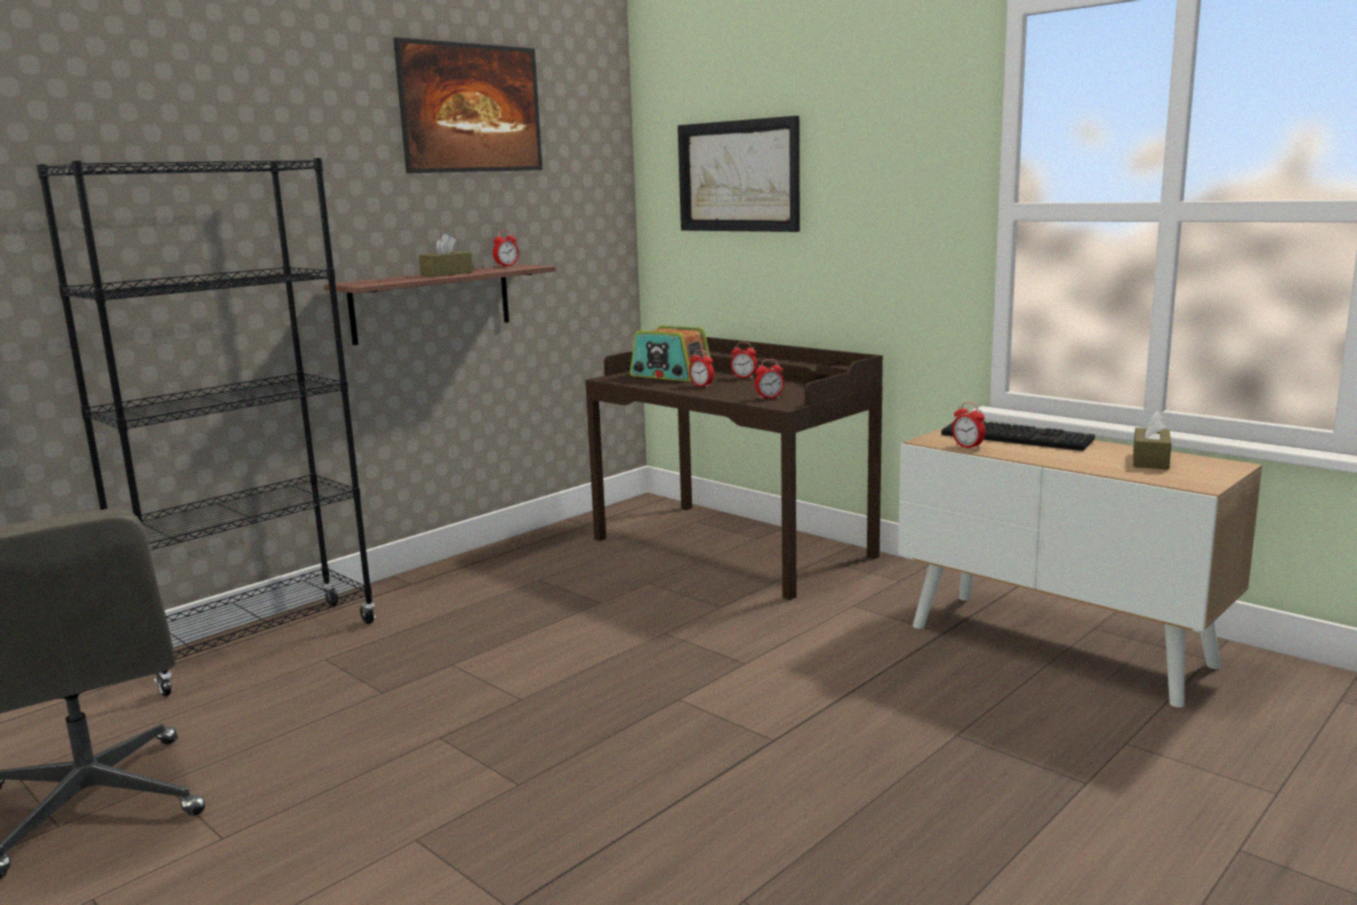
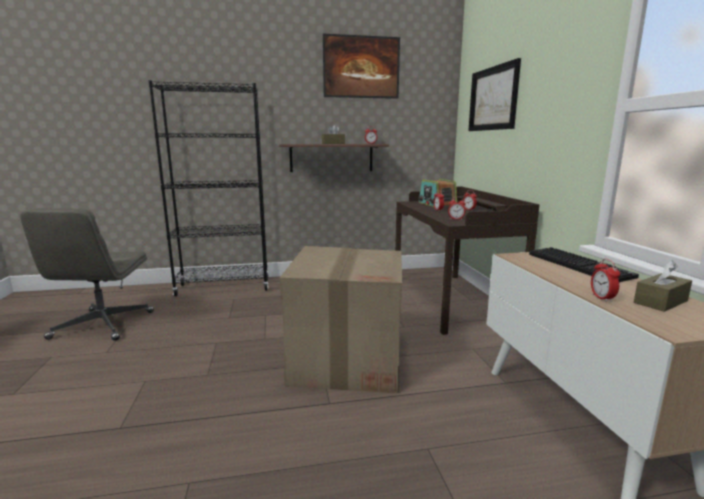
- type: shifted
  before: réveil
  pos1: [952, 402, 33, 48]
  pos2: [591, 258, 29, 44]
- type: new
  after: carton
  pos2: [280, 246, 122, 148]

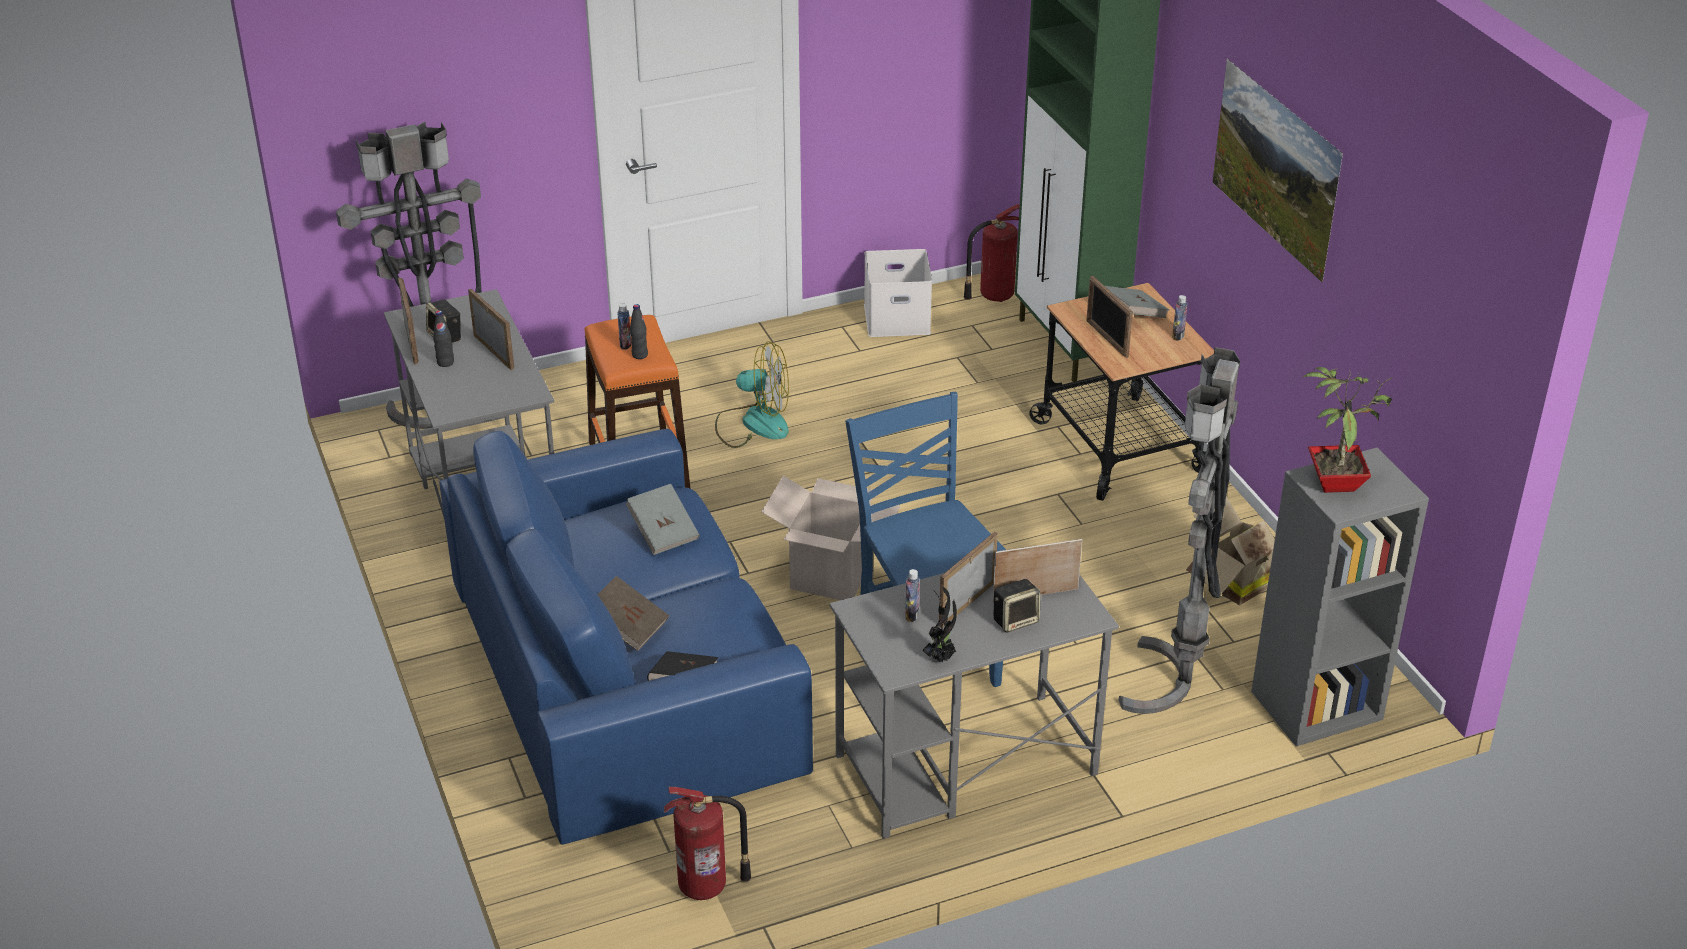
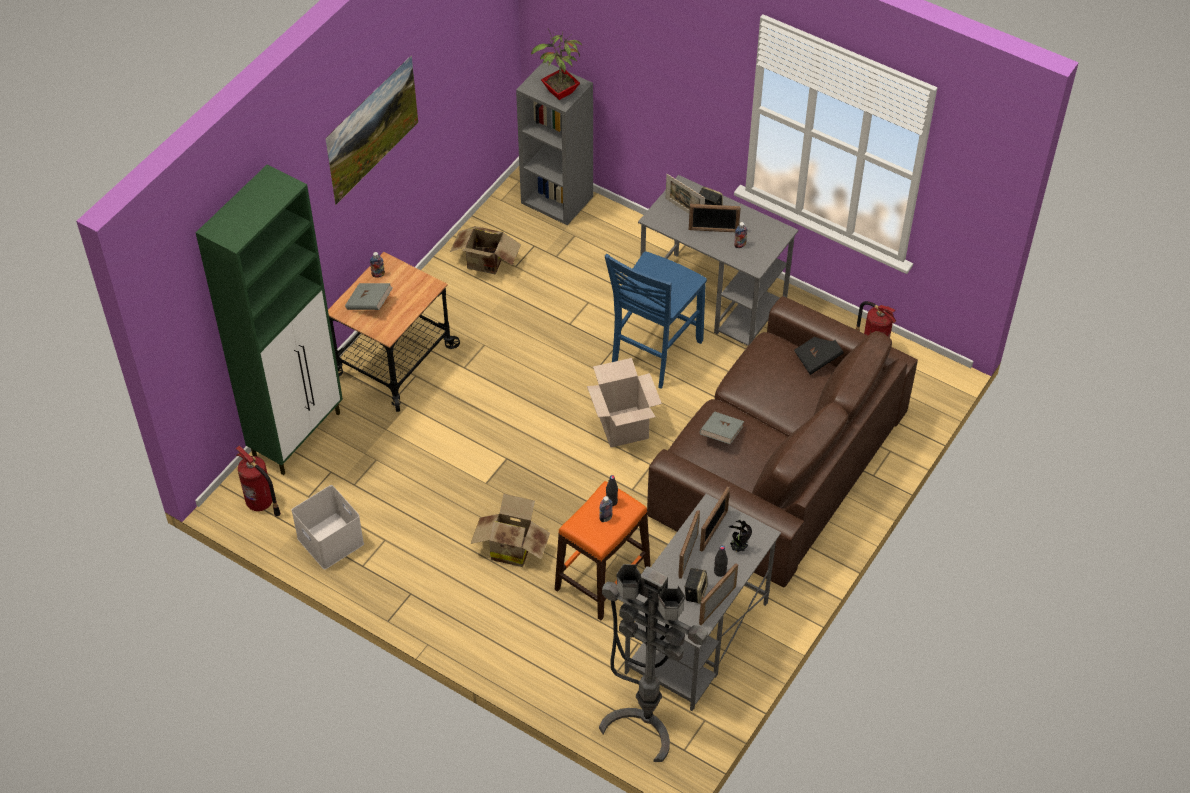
- type: repainted
  before: canapé (bleu)
  after: canapé (marron)
  pos1: [439, 429, 374, 416]
  pos2: [647, 296, 271, 292]
- type: gone
  before: livre (marron)
  pos1: [598, 576, 71, 75]
- type: swapped
  before: ventilateur
  after: carton
  pos1: [715, 341, 74, 107]
  pos2: [470, 494, 80, 73]
- type: shifted
  before: plante en pot
  pos1: [922, 587, 35, 75]
  pos2: [729, 520, 23, 32]
- type: shifted
  before: cadre photo
  pos1: [1086, 276, 47, 82]
  pos2: [700, 487, 30, 65]
- type: gone
  before: lampadaire (gris)
  pos1: [1118, 347, 122, 367]

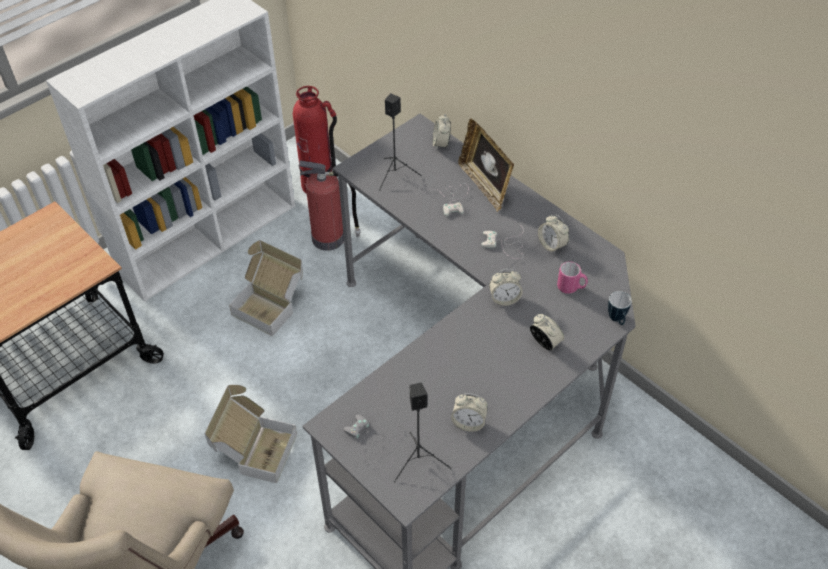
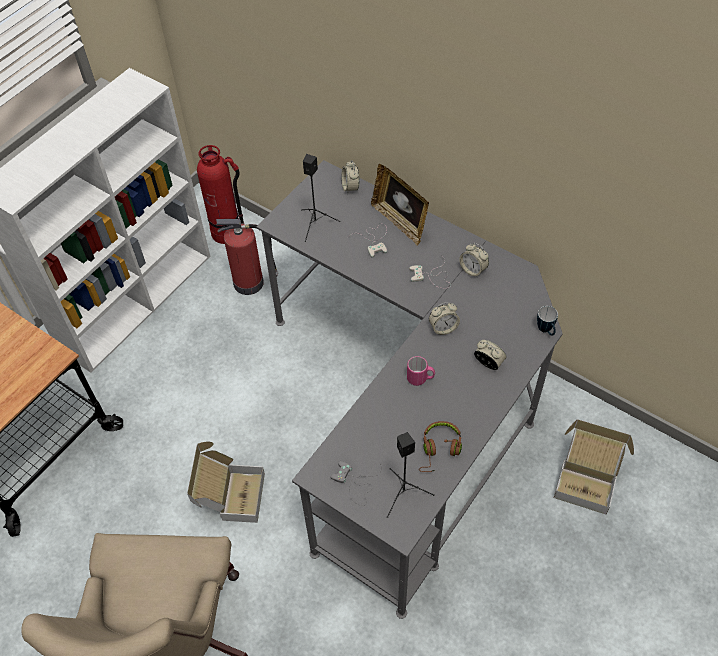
- type: shifted
  before: carton
  pos1: [229, 240, 74, 96]
  pos2: [554, 419, 80, 96]
- type: swapped
  before: réveil
  after: casque audio (marron)
  pos1: [451, 393, 37, 39]
  pos2: [419, 421, 43, 51]
- type: shifted
  before: mug (rose)
  pos1: [557, 261, 31, 33]
  pos2: [407, 356, 28, 30]

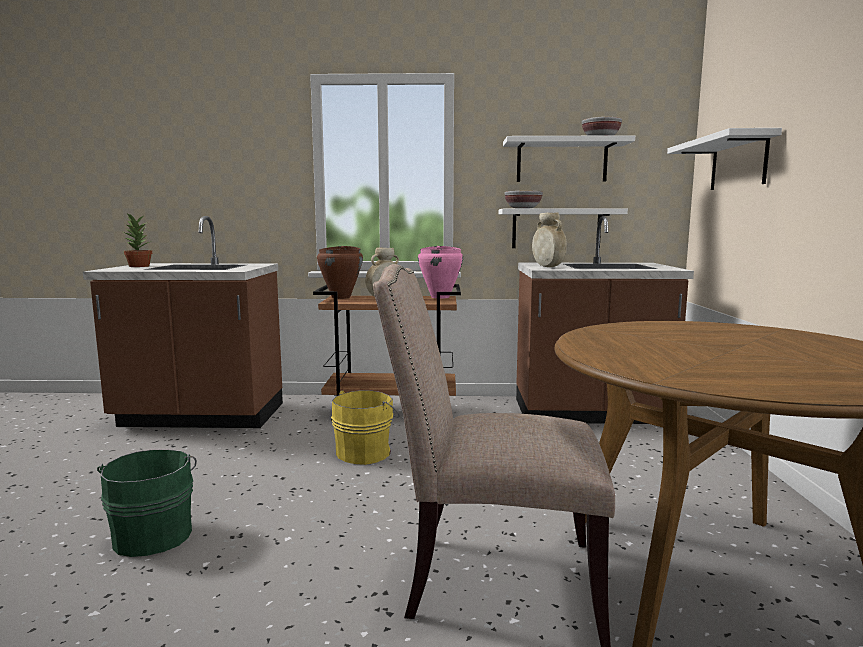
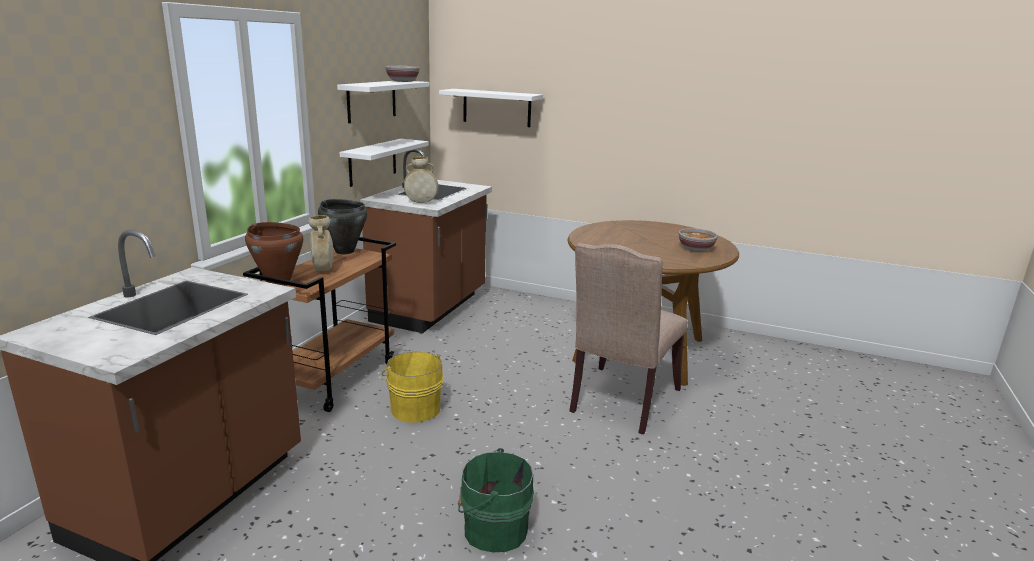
- type: gone
  before: plante en pot
  pos1: [124, 212, 28, 55]
- type: repainted
  before: marmite (rose)
  after: marmite (noir)
  pos1: [418, 246, 45, 53]
  pos2: [318, 199, 49, 55]
- type: shifted
  before: bol
  pos1: [504, 191, 39, 18]
  pos2: [679, 228, 39, 24]

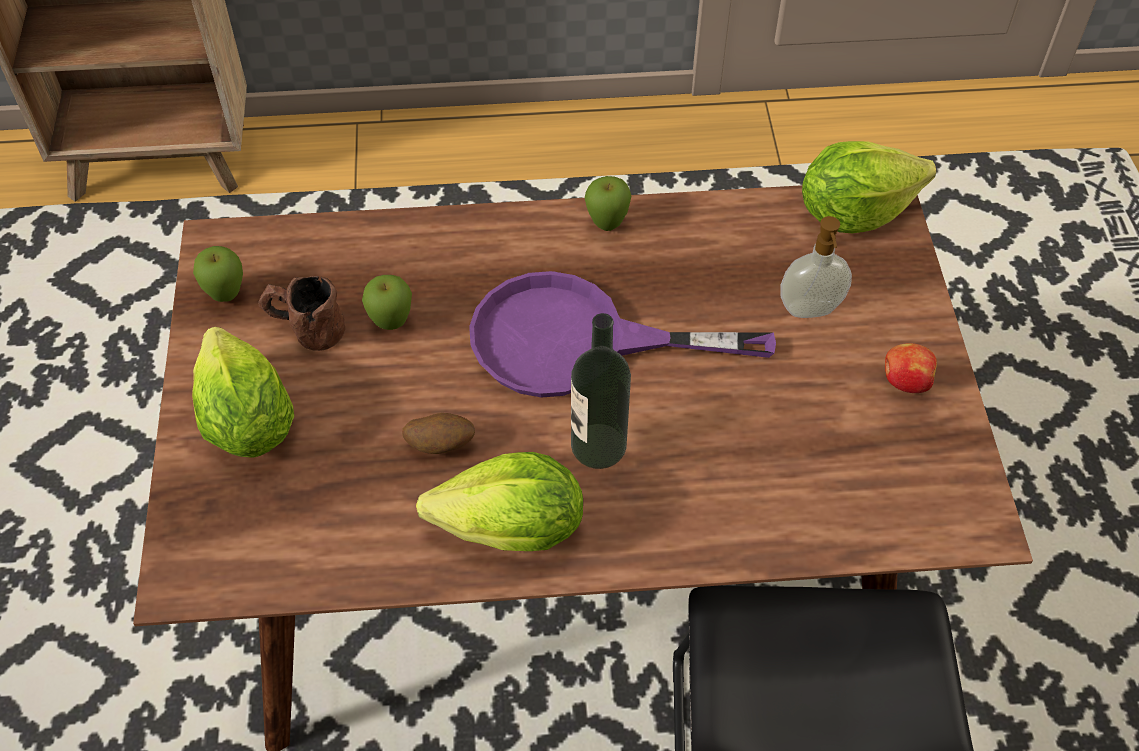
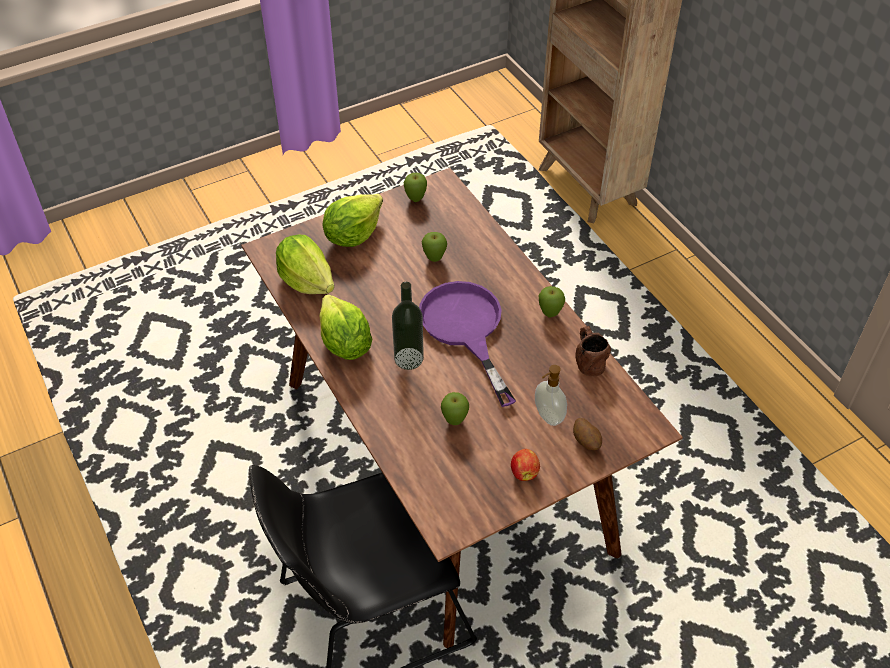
- type: shifted
  before: mug (marron)
  pos1: [258, 276, 87, 75]
  pos2: [575, 326, 36, 50]
- type: shifted
  before: pomme de terre
  pos1: [402, 413, 73, 41]
  pos2: [573, 418, 29, 32]
- type: shifted
  before: laitue
  pos1: [802, 141, 134, 92]
  pos2: [276, 235, 58, 59]
- type: new
  after: pomme
  pos2: [441, 392, 28, 33]

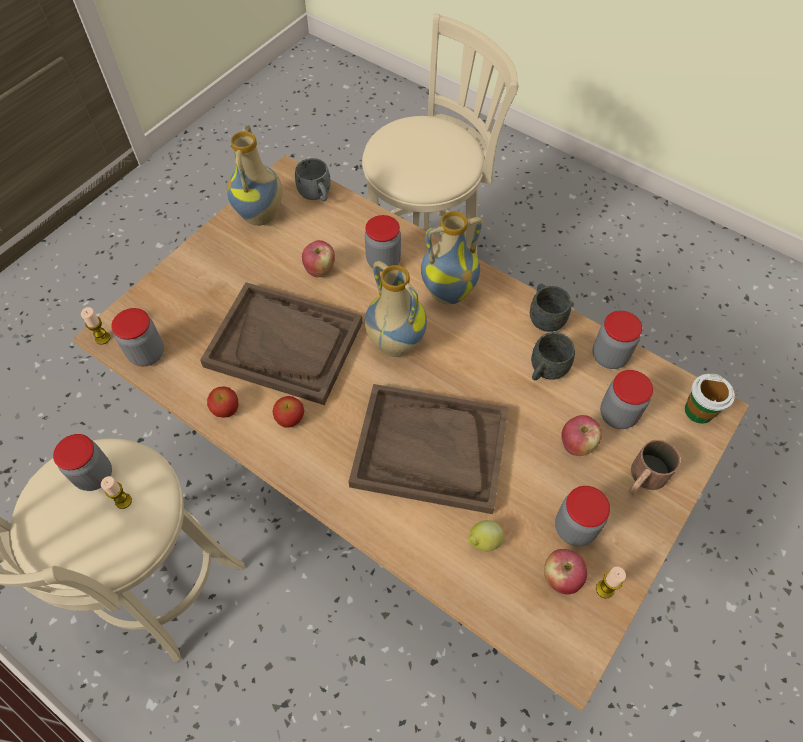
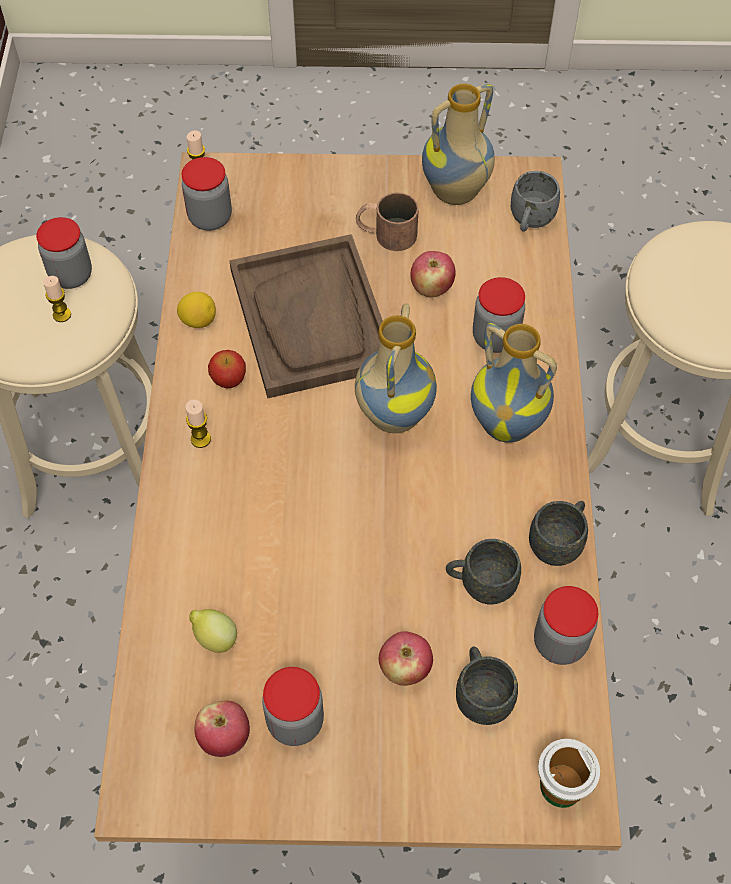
- type: swapped
  before: pomme
  after: citron
  pos1: [207, 386, 31, 32]
  pos2: [177, 292, 39, 36]
- type: gone
  before: plateau (marron)
  pos1: [349, 384, 160, 130]
- type: shifted
  before: bougie
  pos1: [596, 566, 30, 33]
  pos2: [185, 399, 26, 49]
- type: swapped
  before: bocal
  after: mug (gris)
  pos1: [600, 370, 53, 59]
  pos2: [456, 647, 62, 78]
- type: shifted
  before: mug (marron)
  pos1: [629, 440, 51, 54]
  pos2: [356, 192, 63, 59]

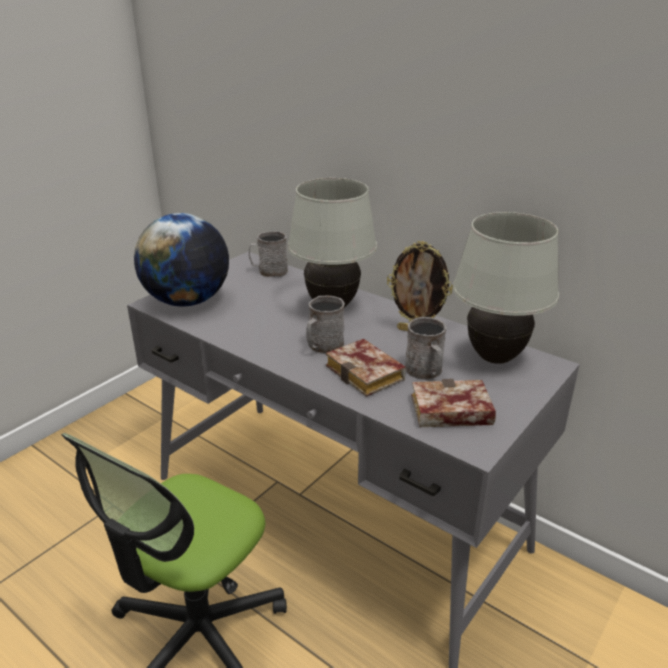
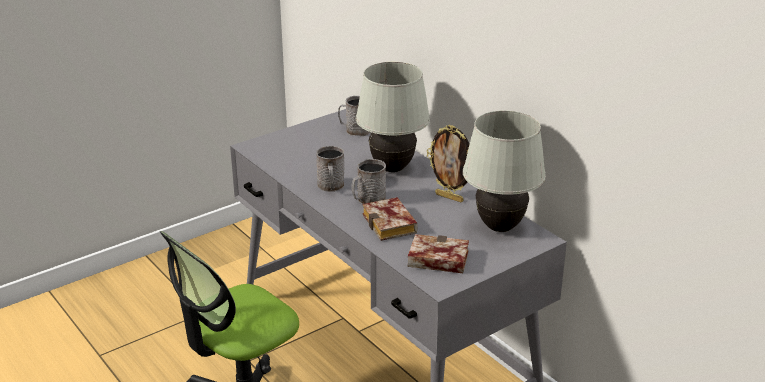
- type: gone
  before: globe
  pos1: [134, 213, 95, 94]
- type: shifted
  before: mug (gris)
  pos1: [405, 317, 42, 63]
  pos2: [316, 146, 29, 46]

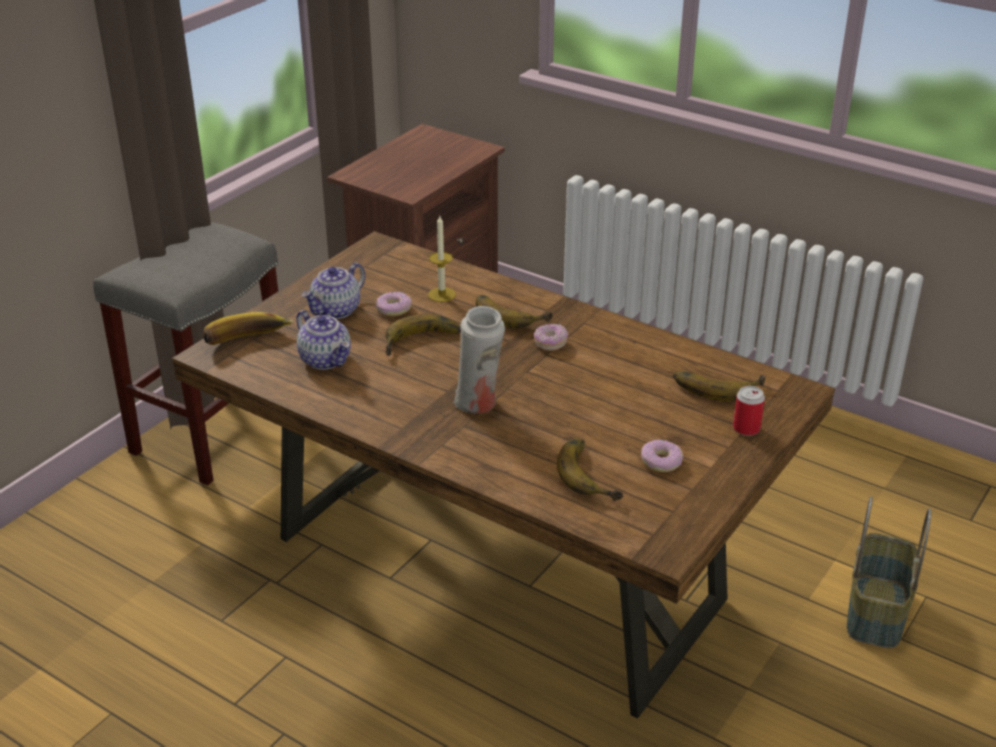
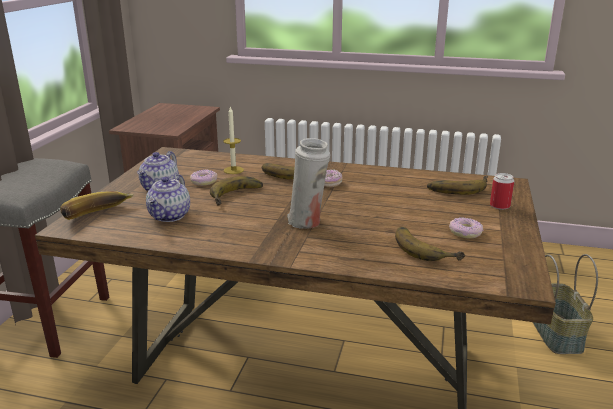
- type: rotated
  before: théière
  pos1: [296, 310, 55, 60]
  pos2: [146, 174, 44, 48]
  turn: 75

